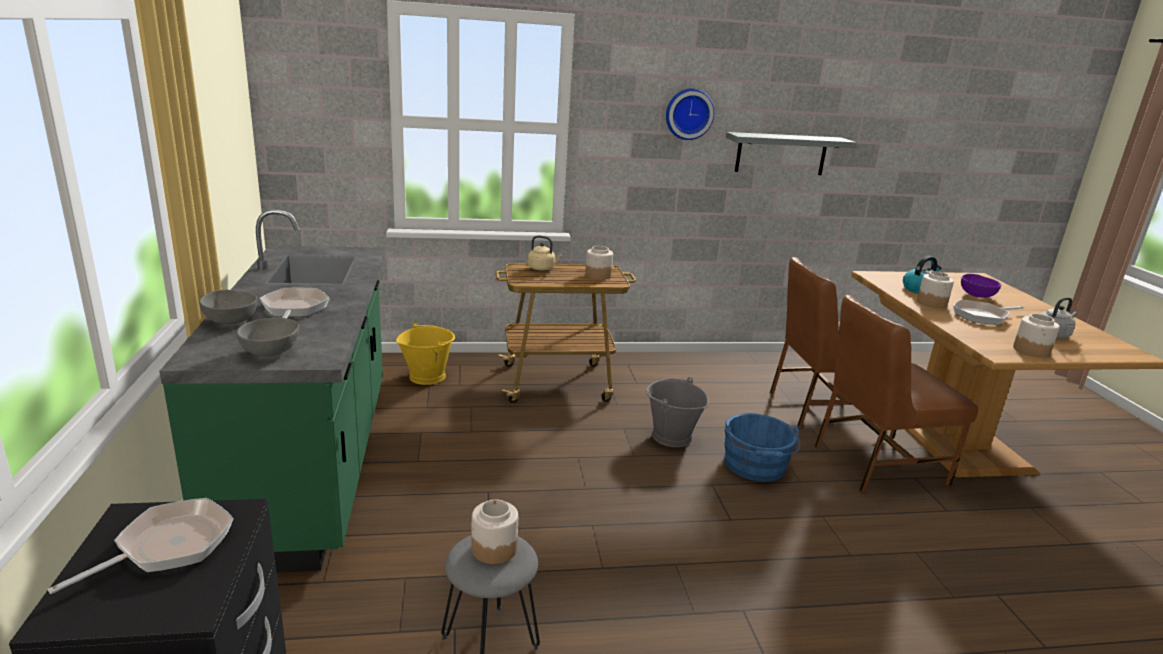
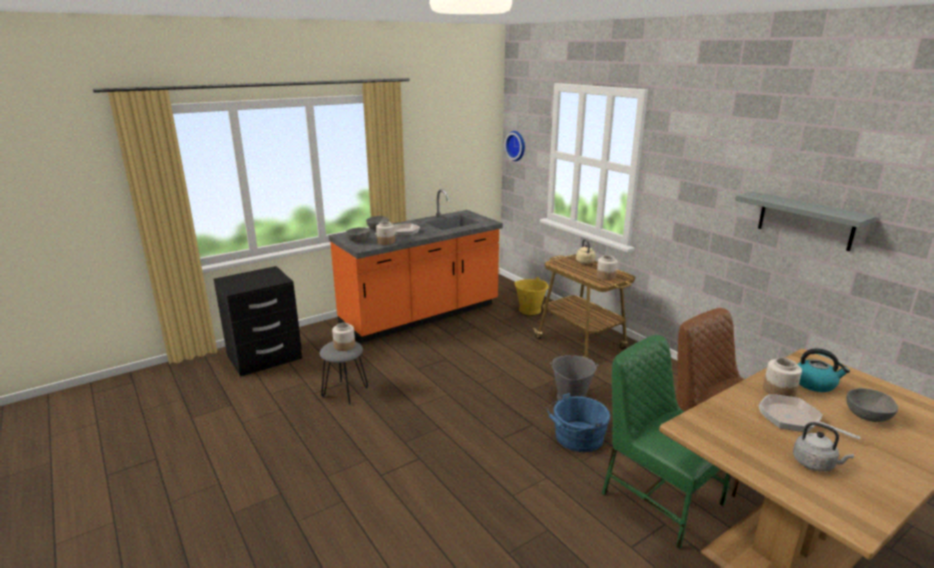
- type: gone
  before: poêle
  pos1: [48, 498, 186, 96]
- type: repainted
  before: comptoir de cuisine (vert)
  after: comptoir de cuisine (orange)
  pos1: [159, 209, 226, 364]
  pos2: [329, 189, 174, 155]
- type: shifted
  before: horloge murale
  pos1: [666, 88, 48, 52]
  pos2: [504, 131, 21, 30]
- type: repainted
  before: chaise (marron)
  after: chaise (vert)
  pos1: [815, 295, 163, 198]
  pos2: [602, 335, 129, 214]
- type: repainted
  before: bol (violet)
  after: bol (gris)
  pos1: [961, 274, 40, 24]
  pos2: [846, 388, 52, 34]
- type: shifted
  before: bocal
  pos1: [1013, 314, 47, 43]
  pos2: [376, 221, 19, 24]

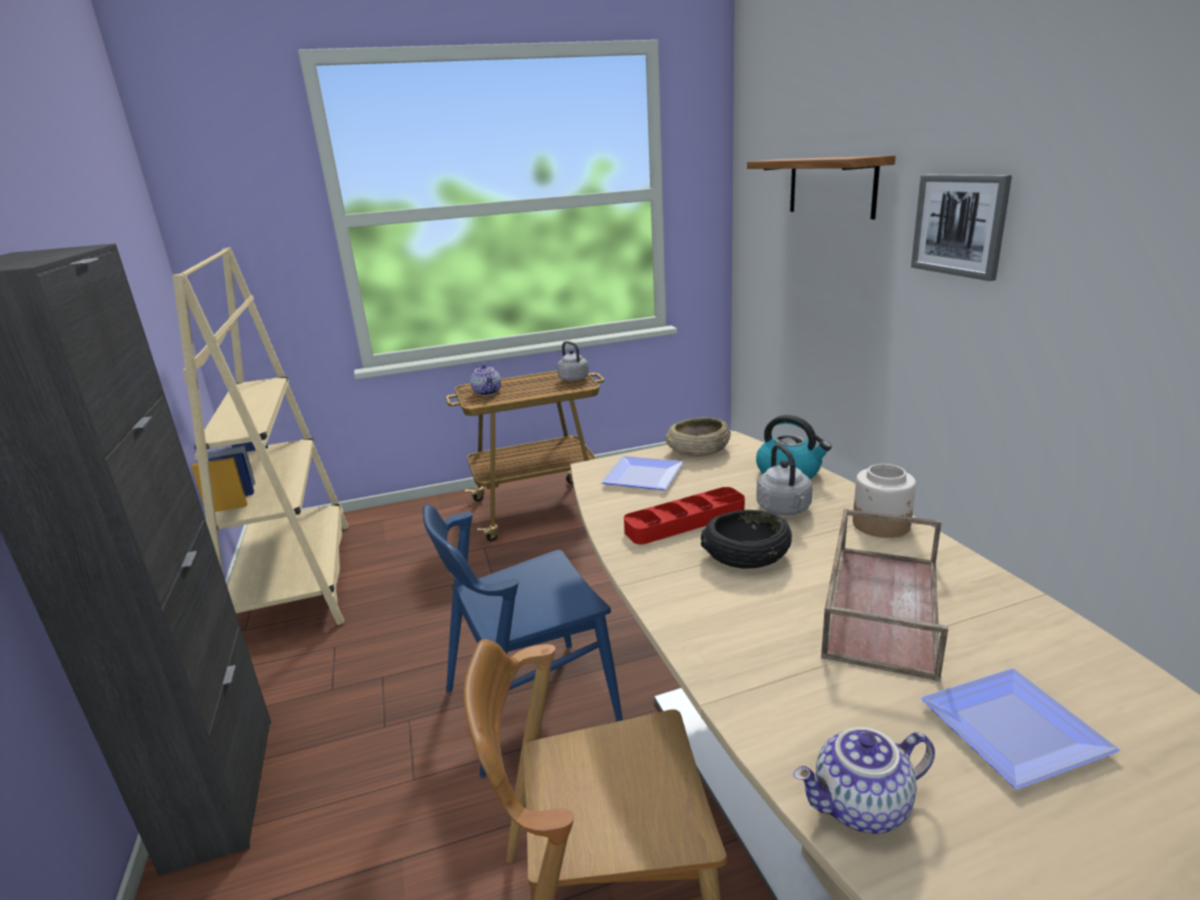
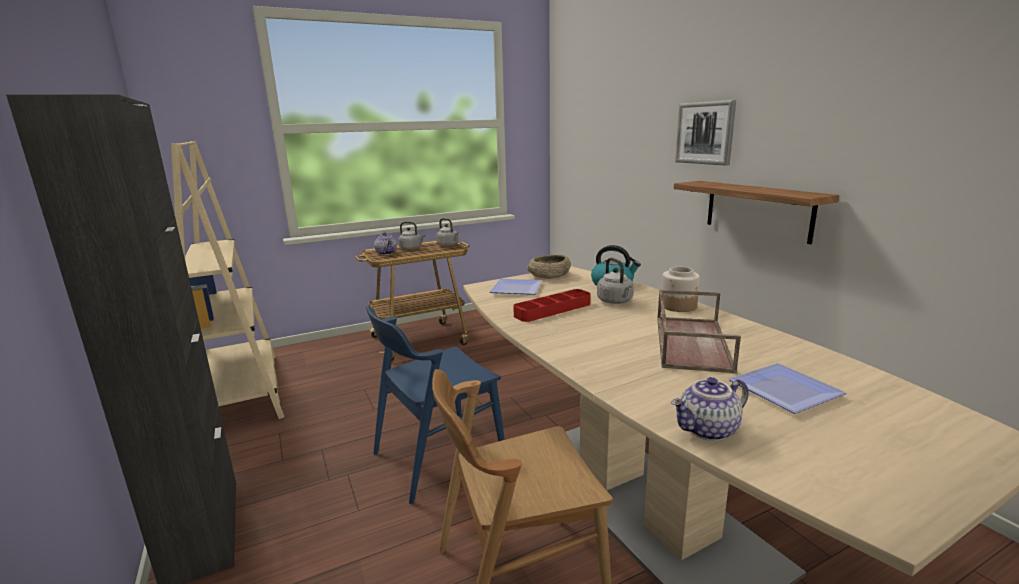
- type: gone
  before: bol (noir)
  pos1: [701, 510, 91, 59]
- type: shifted
  before: étagère
  pos1: [747, 155, 149, 65]
  pos2: [674, 181, 165, 63]
- type: new
  after: bouilloire (gris)
  pos2: [398, 222, 28, 28]

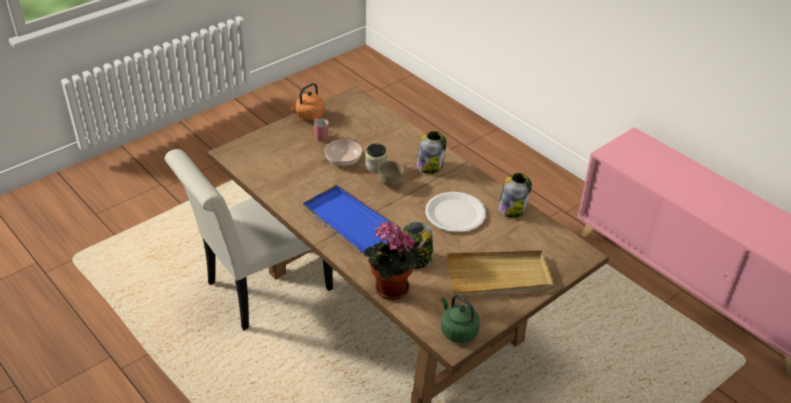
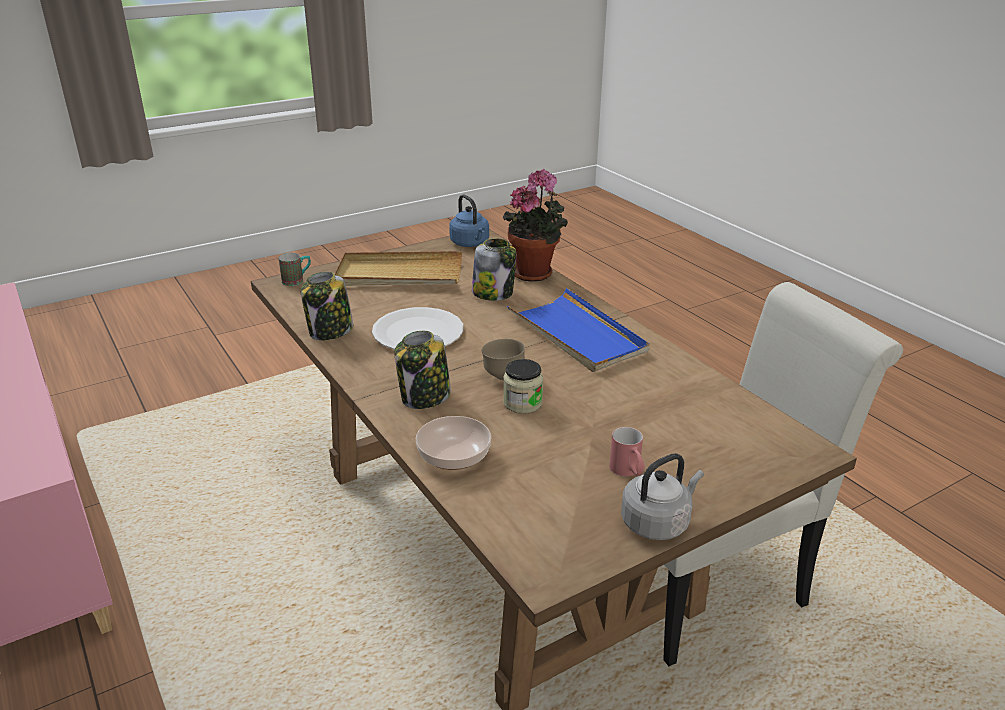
- type: repainted
  before: bouilloire (orange)
  after: bouilloire (gris)
  pos1: [290, 83, 35, 38]
  pos2: [621, 453, 83, 87]
- type: shifted
  before: bol
  pos1: [325, 139, 37, 27]
  pos2: [416, 416, 75, 54]
- type: repainted
  before: bouilloire (vert)
  after: bouilloire (bleu)
  pos1: [441, 295, 39, 48]
  pos2: [449, 194, 40, 53]
- type: new
  after: mug
  pos2: [279, 253, 32, 33]

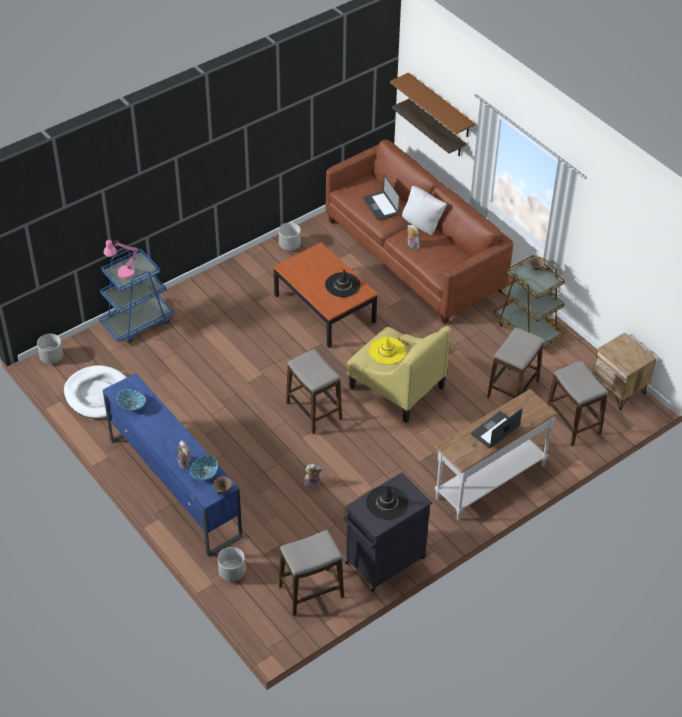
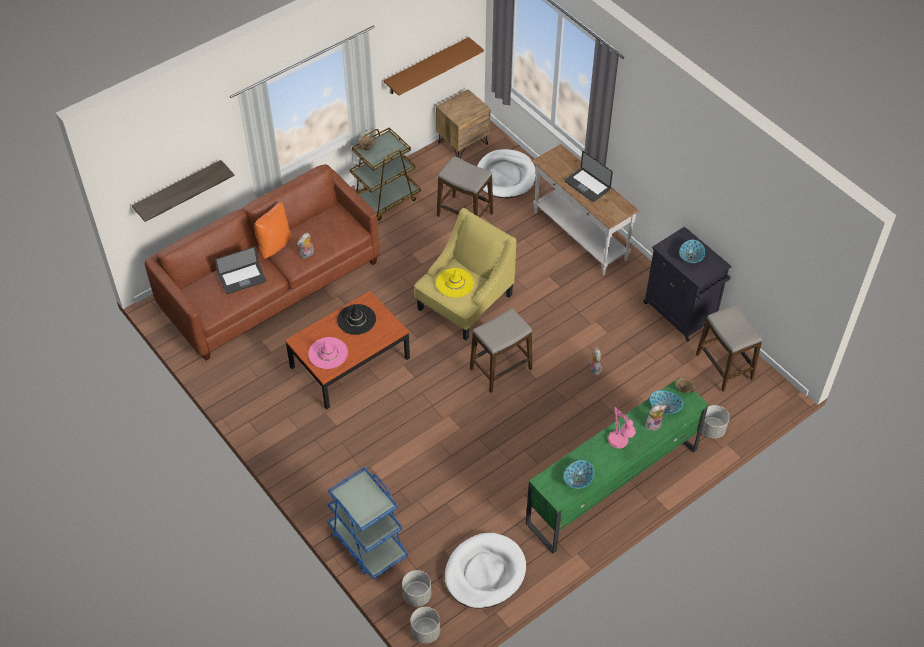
- type: repainted
  before: meuble télé (bleu)
  after: meuble télé (vert)
  pos1: [103, 373, 139, 184]
  pos2: [526, 377, 183, 176]
- type: shifted
  before: lampe de table (rose)
  pos1: [104, 240, 34, 39]
  pos2: [608, 407, 28, 42]
- type: shifted
  before: cache-pot (gris)
  pos1: [279, 223, 22, 27]
  pos2: [402, 570, 29, 37]
- type: swapped
  before: chapeau (noir)
  after: bol
  pos1: [366, 486, 42, 33]
  pos2: [679, 240, 26, 23]
- type: shifted
  before: étagère (marron)
  pos1: [390, 72, 85, 65]
  pos2: [384, 37, 100, 59]
- type: repainted
  before: coussin (blanc)
  after: coussin (orange)
  pos1: [402, 185, 45, 50]
  pos2: [254, 202, 38, 57]
- type: swapped
  before: tabouret
  after: panier pour chien (blanc)
  pos1: [547, 361, 61, 85]
  pos2: [477, 149, 59, 49]
- type: new
  after: chapeau (rose)
  pos2: [308, 337, 40, 32]

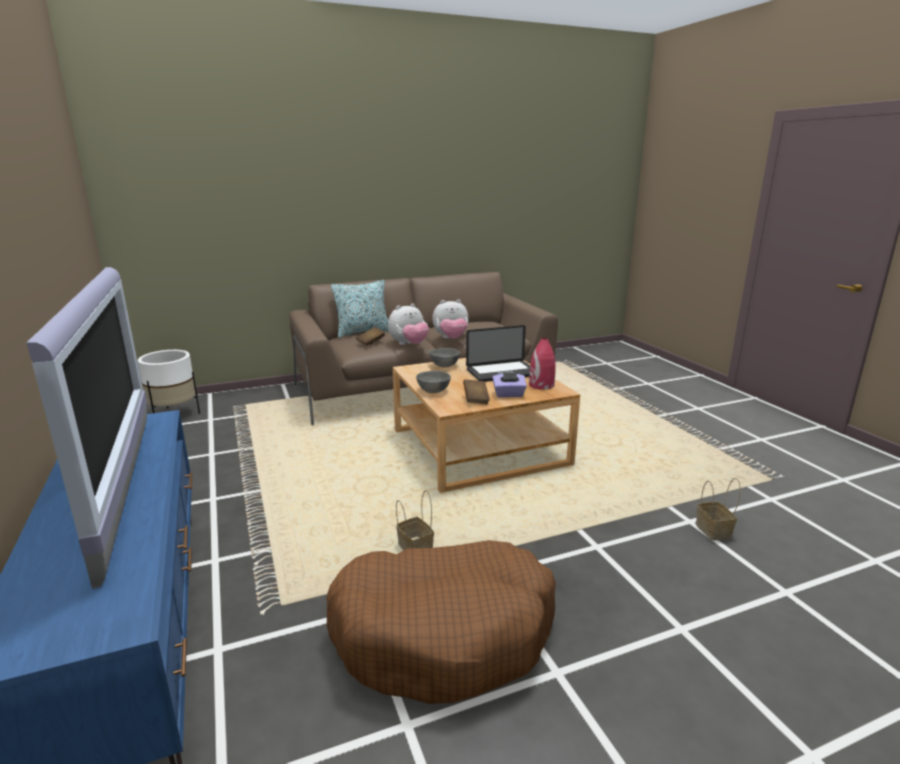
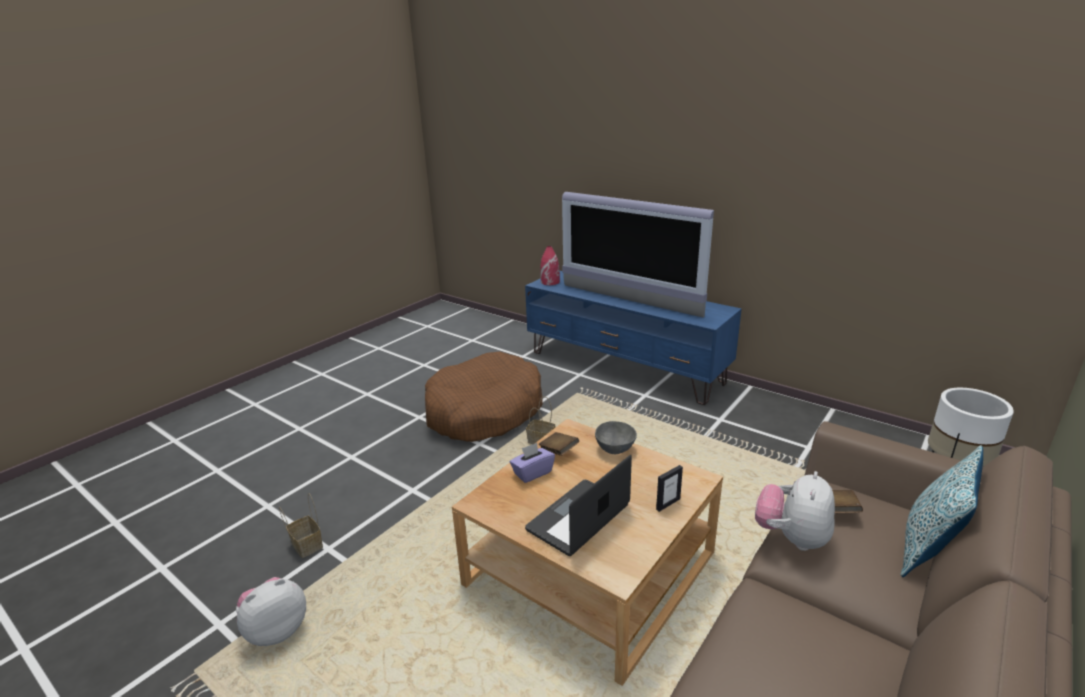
- type: swapped
  before: bol (gris)
  after: cadre photo
  pos1: [429, 348, 31, 19]
  pos2: [656, 465, 27, 47]
- type: shifted
  before: peluche
  pos1: [432, 299, 36, 39]
  pos2: [236, 577, 70, 69]
- type: shifted
  before: vase (rouge)
  pos1: [529, 338, 27, 52]
  pos2: [540, 246, 20, 39]

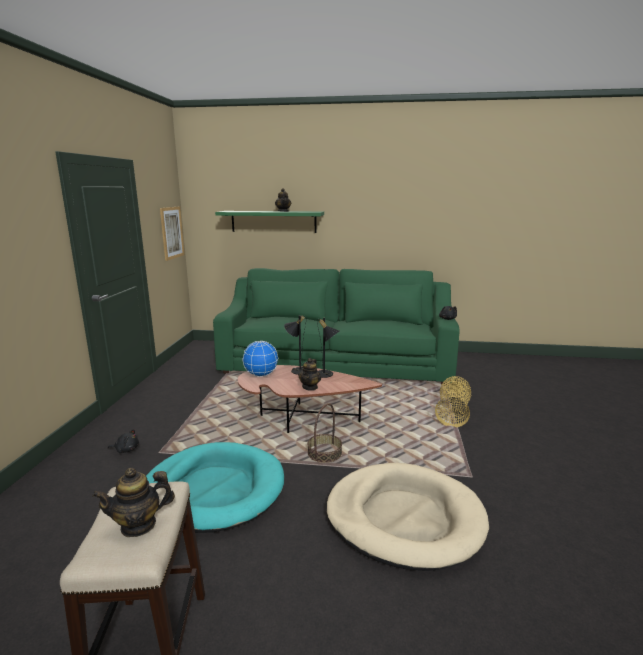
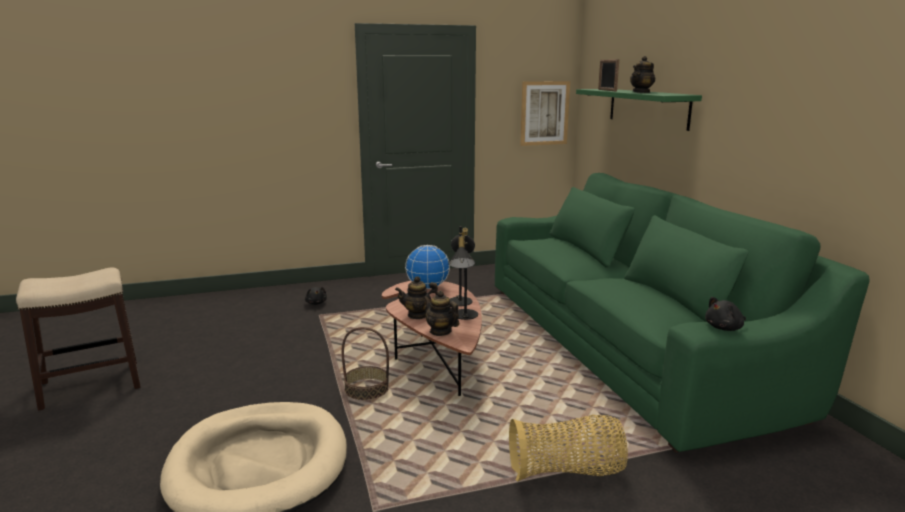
- type: shifted
  before: théière
  pos1: [92, 468, 83, 69]
  pos2: [423, 290, 36, 46]
- type: gone
  before: panier pour chien (turquoise)
  pos1: [146, 442, 138, 91]
- type: new
  after: cadre photo
  pos2: [598, 59, 21, 32]

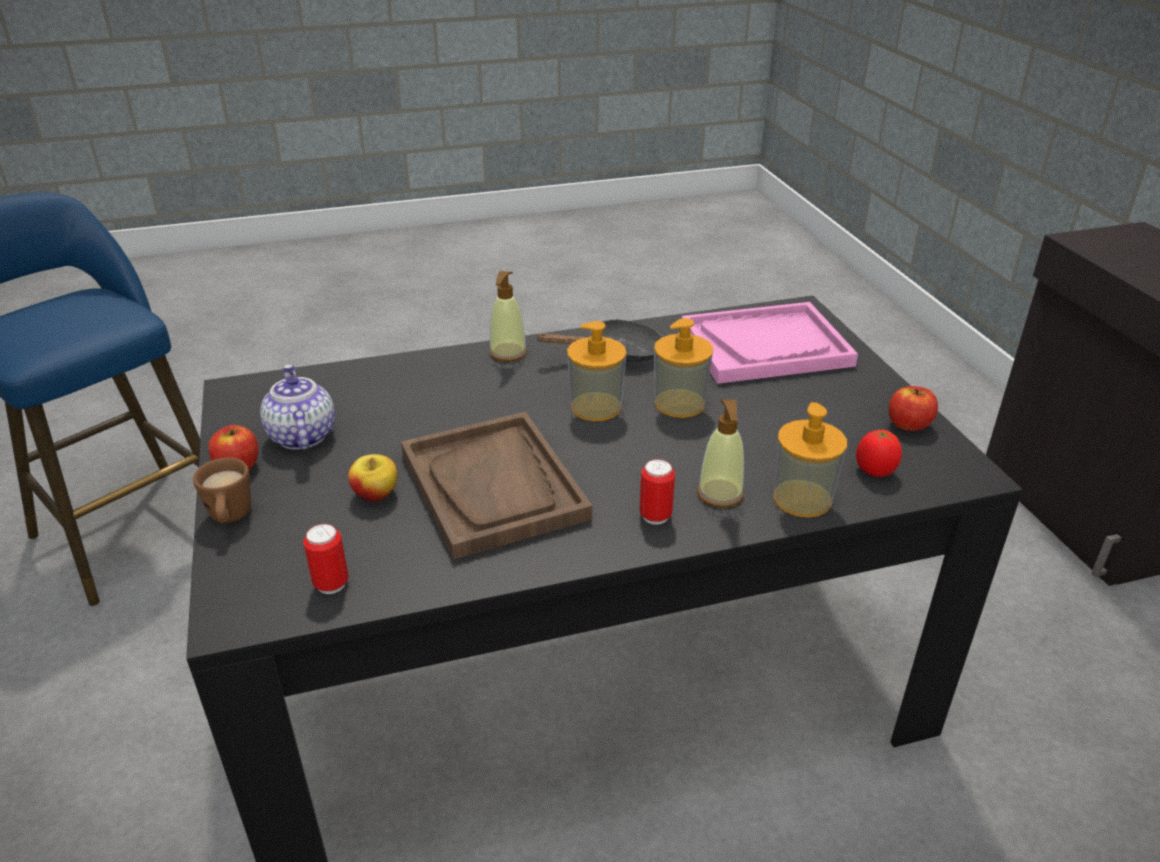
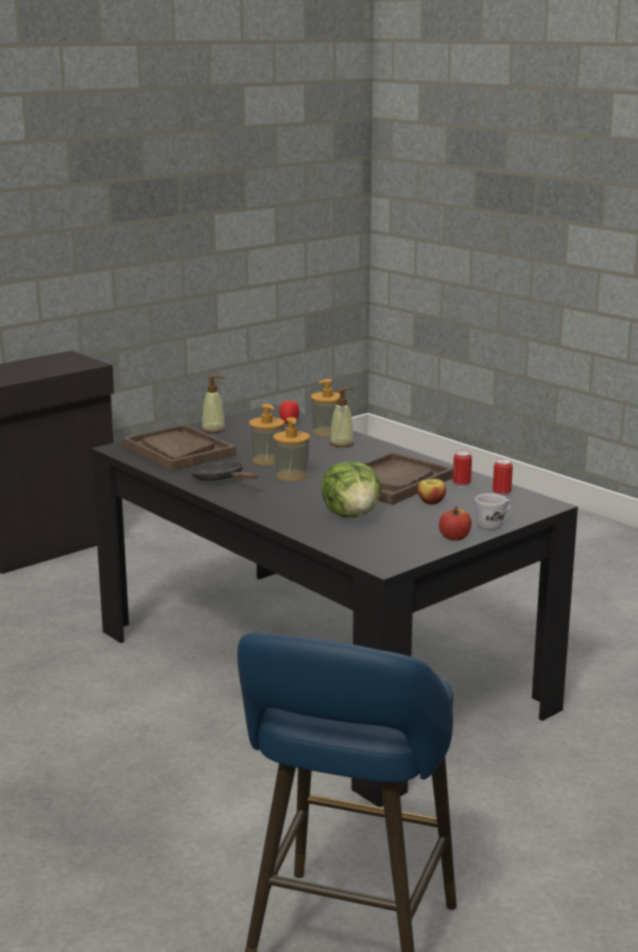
- type: repainted
  before: mug (marron)
  after: mug (blanc)
  pos1: [193, 458, 58, 65]
  pos2: [475, 493, 36, 37]
- type: gone
  before: théière
  pos1: [260, 364, 75, 86]
- type: shifted
  before: distributeur de savon
  pos1: [489, 271, 38, 91]
  pos2: [202, 375, 23, 58]
- type: shifted
  before: boîte métallique
  pos1: [639, 459, 36, 65]
  pos2: [453, 450, 19, 38]
- type: repainted
  before: plateau (rose)
  after: plateau (marron)
  pos1: [682, 302, 176, 82]
  pos2: [122, 424, 114, 47]
- type: gone
  before: pomme
  pos1: [889, 386, 49, 45]
- type: new
  after: laitue
  pos2: [321, 461, 60, 57]

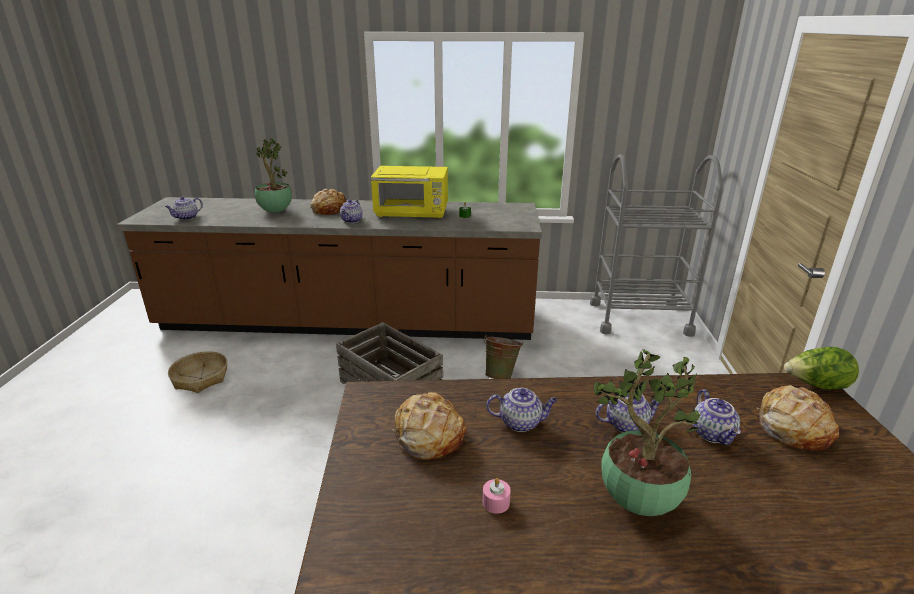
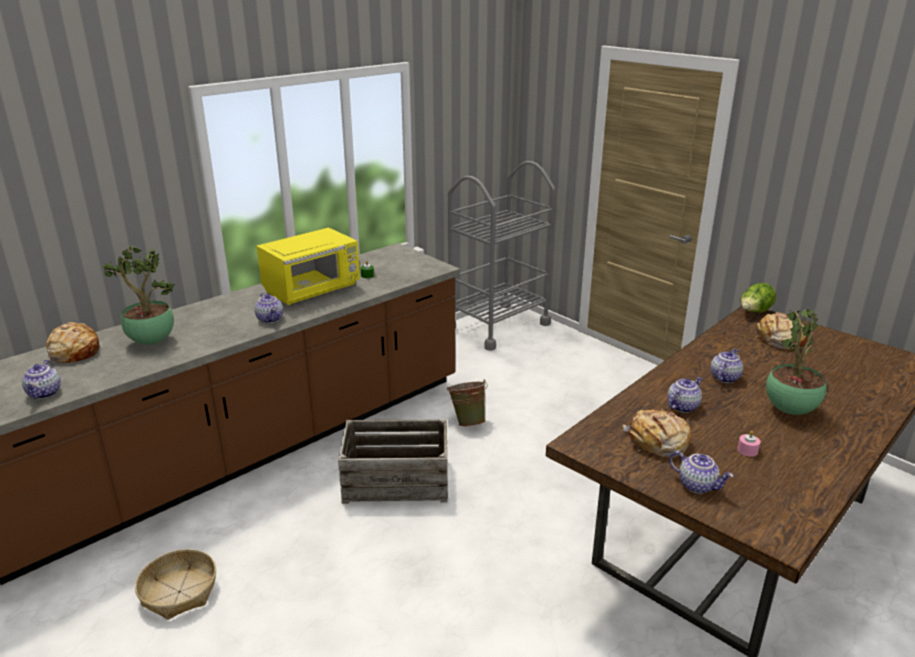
- type: shifted
  before: pain
  pos1: [311, 189, 36, 26]
  pos2: [46, 322, 54, 41]
- type: shifted
  before: théière
  pos1: [692, 389, 49, 56]
  pos2: [669, 451, 64, 43]

